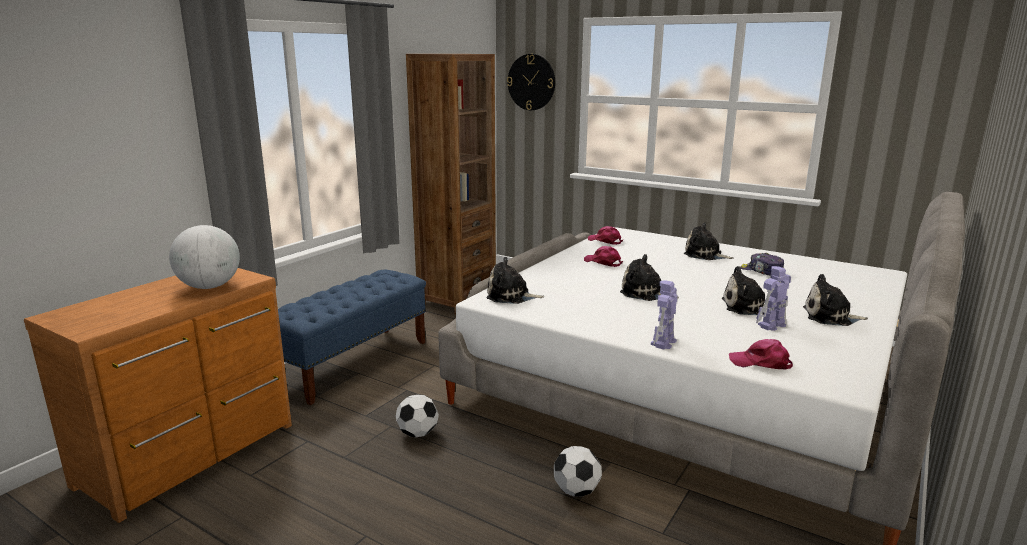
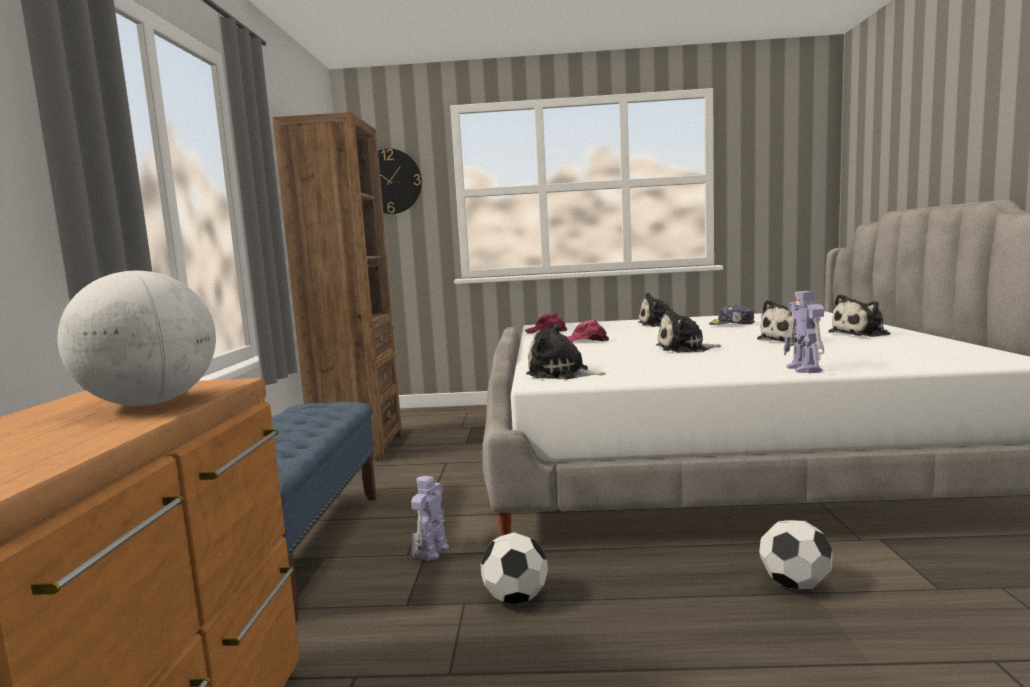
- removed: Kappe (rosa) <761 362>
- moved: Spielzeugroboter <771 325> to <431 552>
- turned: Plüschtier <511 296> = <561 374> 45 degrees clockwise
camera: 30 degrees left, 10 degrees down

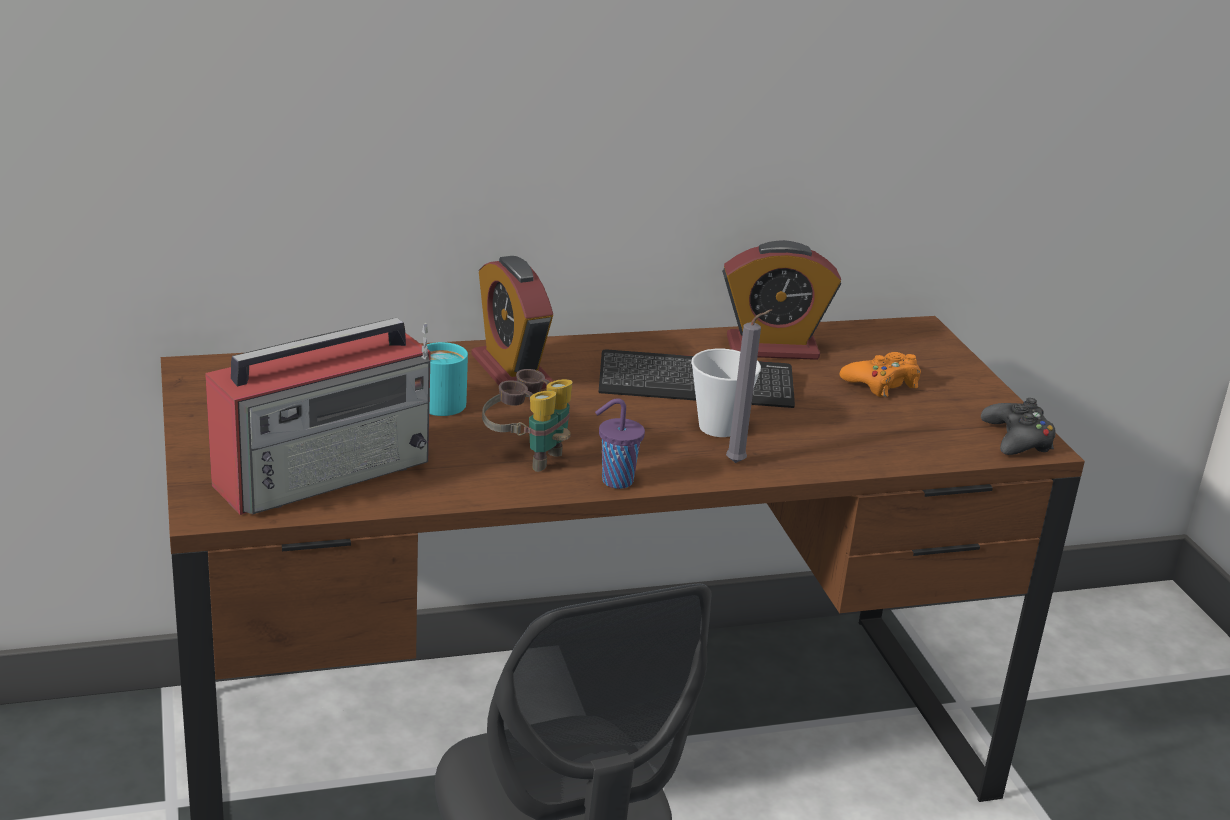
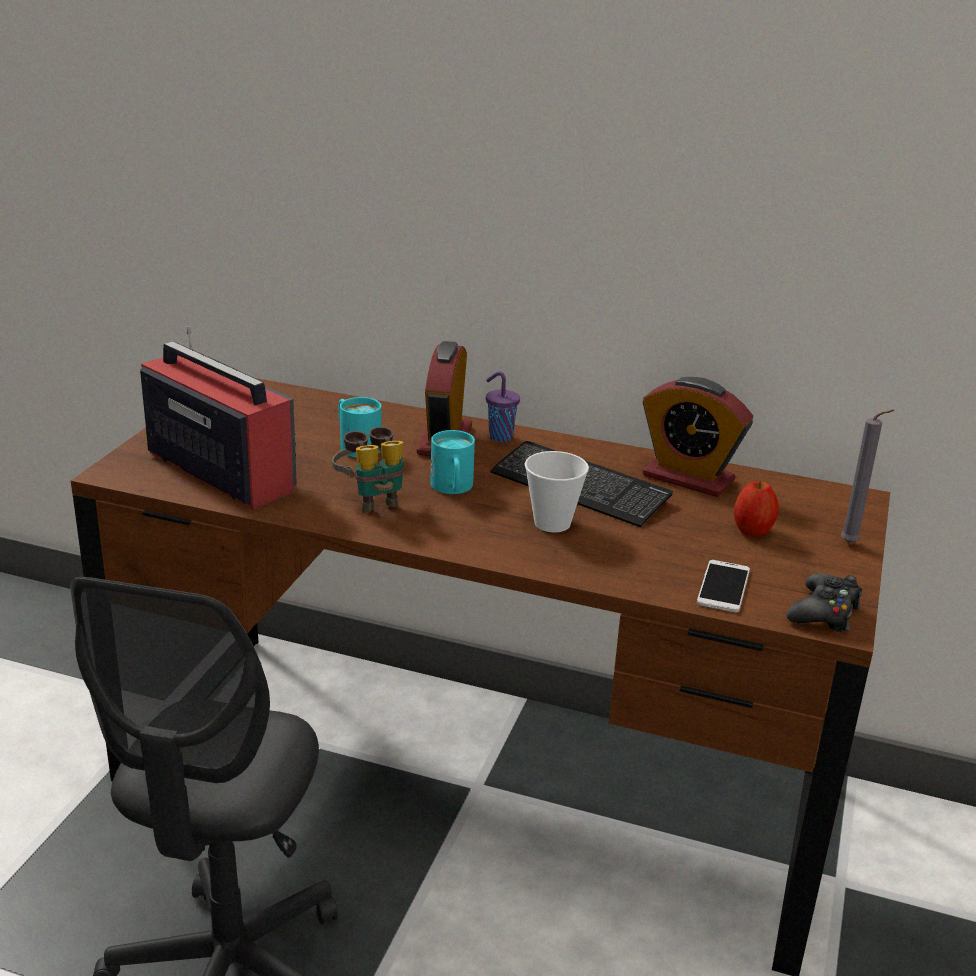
- added: Henkelbecher (türkis) <453 489>
- added: Handy <723 587>
- moved: Tasse (lila) <615 481> to <499 437>
- moved: Kerze (grau) <739 463> to <852 544>
- replaced: Gamepad (orange) <882 383> to Apfel <753 531>
- turned: Radio <327 472> = <219 470> 135 degrees counterclockwise
camera: 35 degrees right, 0 degrees up

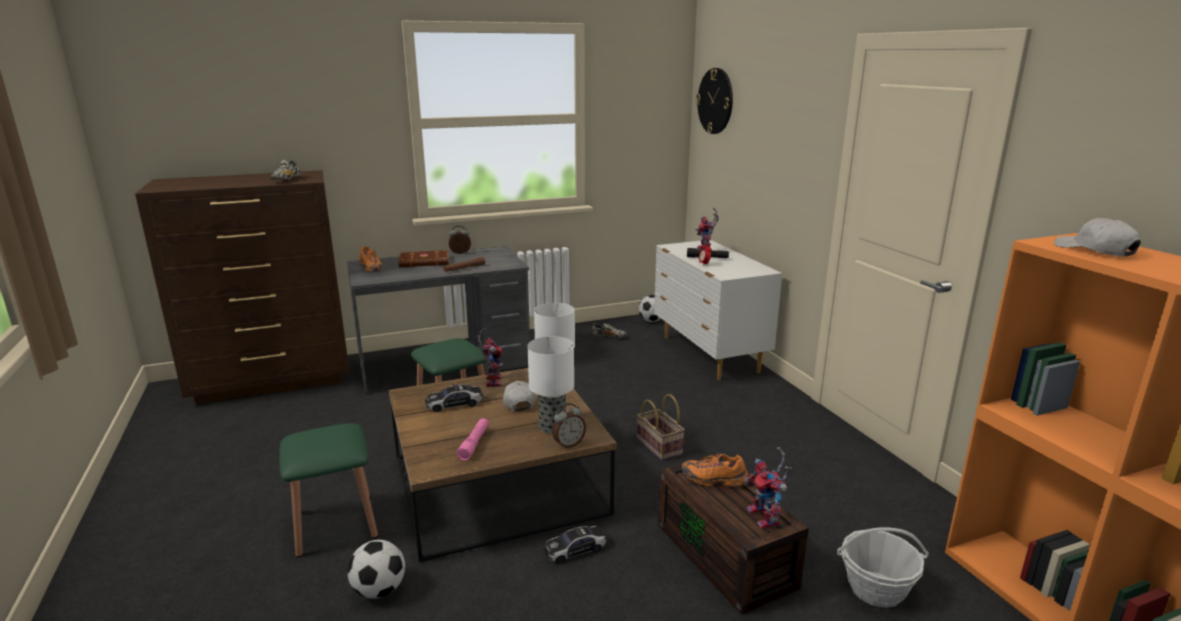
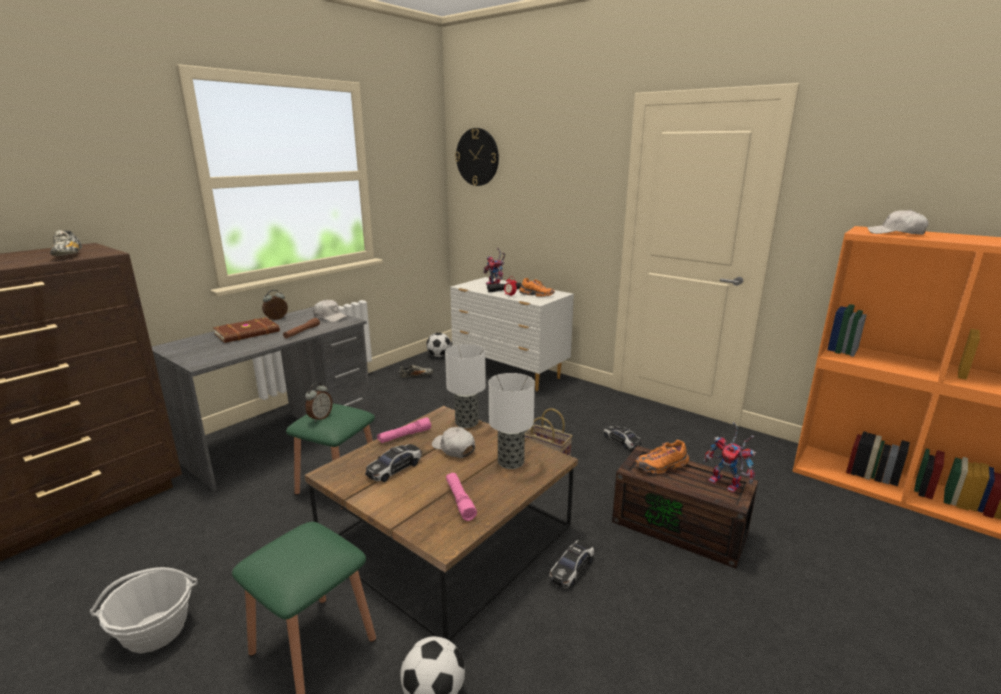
- added: Kappe (weiß) <330 317>
- added: Spielzeugauto <621 441>
- moved: Schuh (orange) <371 269> to <536 295>
- moved: Wecker <568 444> to <320 417>
- moved: Korb <875 589> to <155 631>
- replaced: Spielzeugroboter <491 381> to Taschenlampe (rosa) <404 436>
camera: 30 degrees left, 0 degrees up

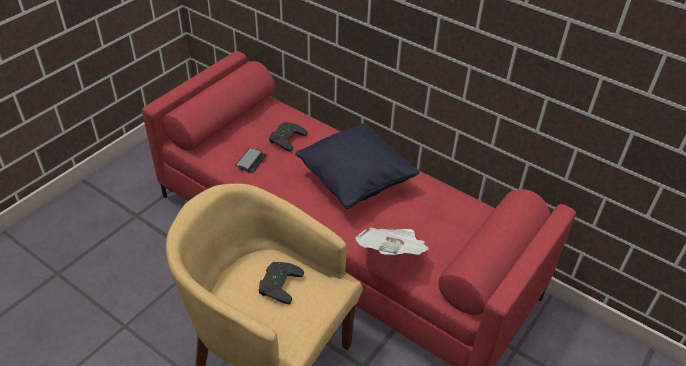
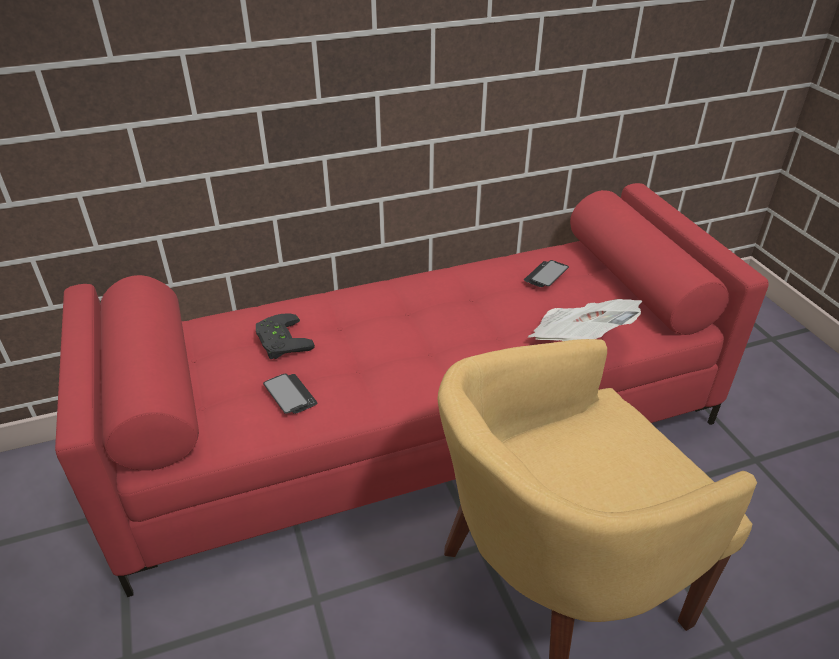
- removed: Gamepad (schwarz) <277 283>
- removed: Kissen (schwarz) <355 182>
- added: Handy <546 275>
camera: 55 degrees left, 5 degrees down

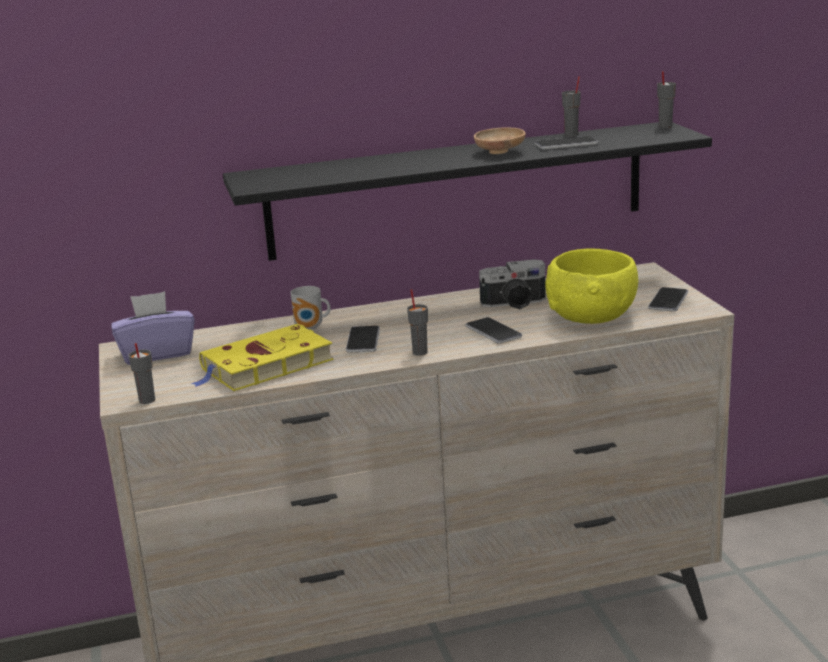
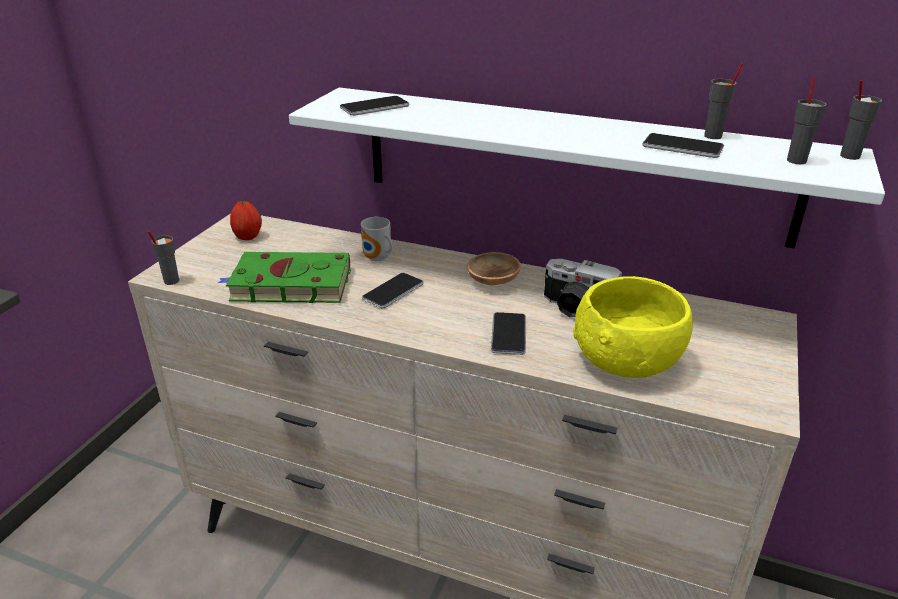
- moved: Tasse (grau) <420 352> to <797 160>
- moved: Schüssel (braun) <500 152> to <493 281>
- moved: Handy <668 300> to <374 107>
- replaced: Taschentuchbox (lila) <157 353> to Apfel <248 237>
- recoloured: Buch (gelb) <264 366> to Buch (grün) <288 284>
- recoloured: Wandregal (schwarz) <457 190> to Wandregal (weiß) <570 164>
camera: 35 degrees right, 10 degrees up

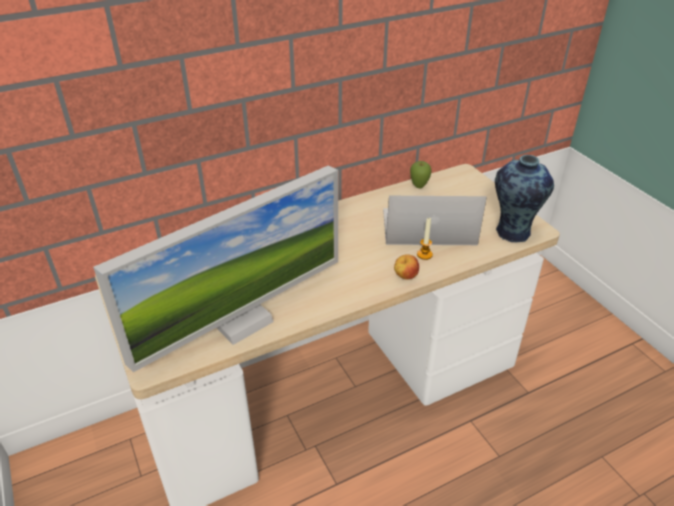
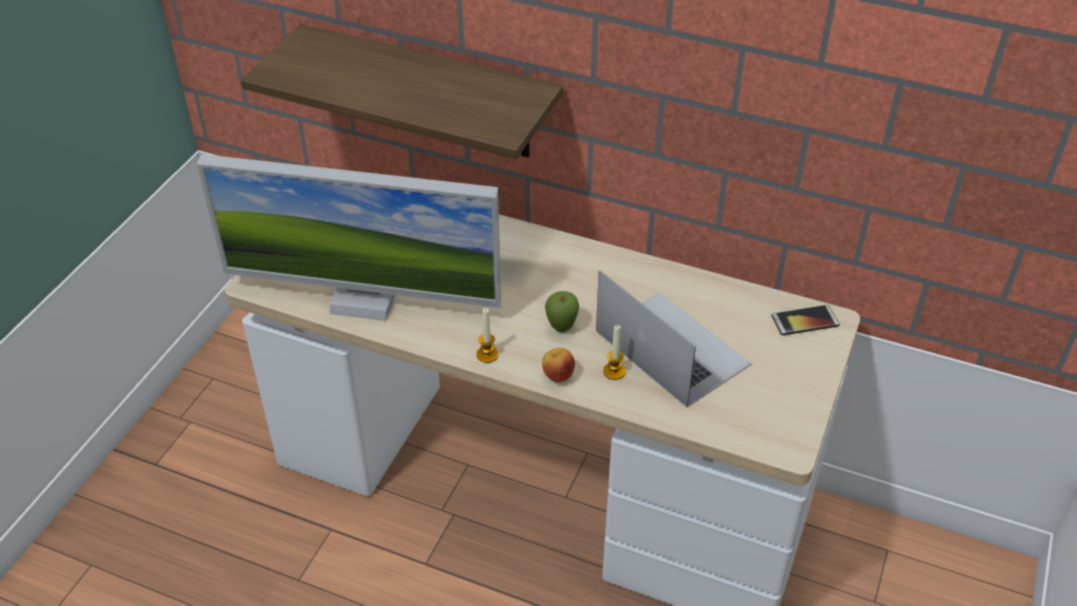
- removed: Vase <512 233>
- added: Wandregal <430 93>
- added: Kerze <487 355>
- added: Handy <805 321>
- moved: Apfel <419 186> to <561 328>
camera: 50 degrees right, 5 degrees up

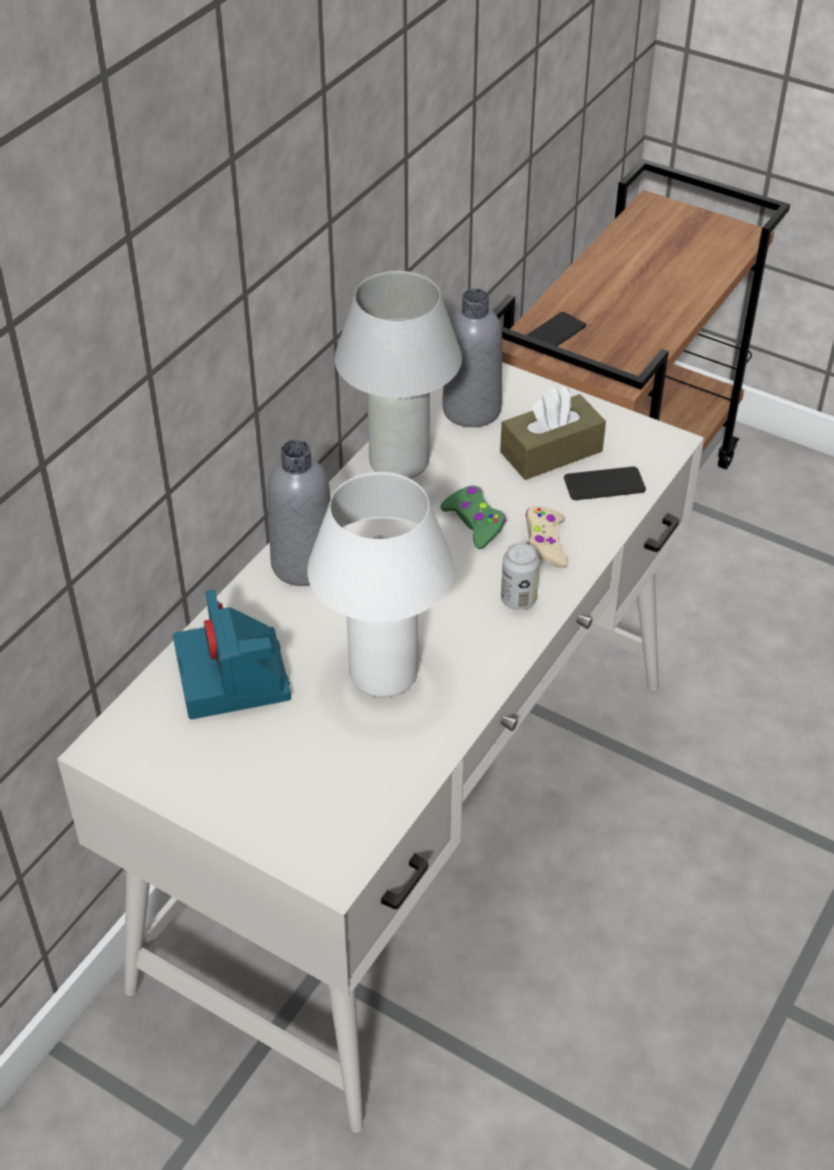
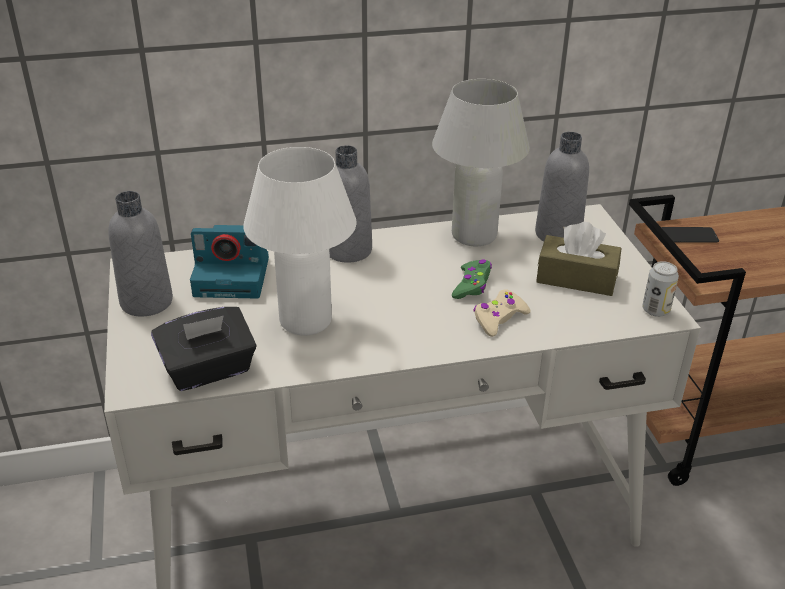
- removed: Handy <604 485>
- added: Flasche (grau) <146 302>
- added: Taschentuchbox (schwarz) <208 370>
- moved: Dose <518 600> to <655 310>
- turned: Kamera <234 678> = <234 276> 120 degrees counterclockwise
camera: 45 degrees right, 10 degrees down

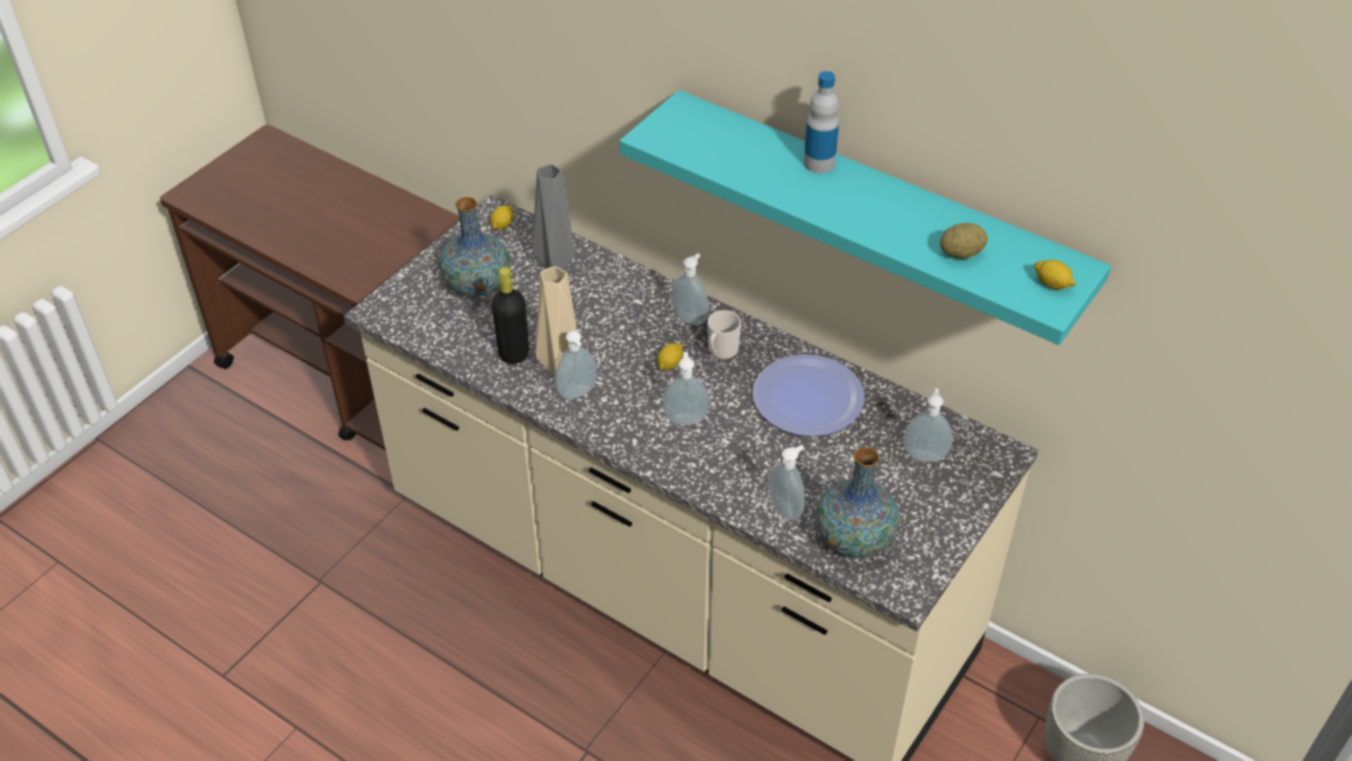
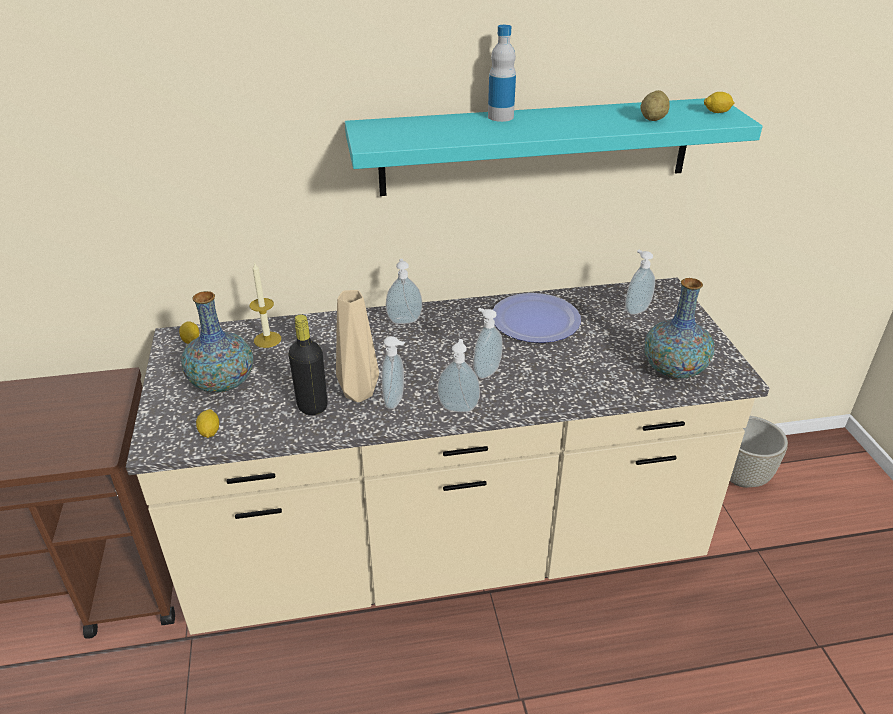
- removed: Henkelbecher <721 351>
- moved: Zitrone <670 364> to <209 431>
- moved: Seifenspender <787 508> to <458 407>
- replaced: Vase (grau) <557 263> to Kerze <267 339>
camera: 45 degrees left, 10 degrees down

